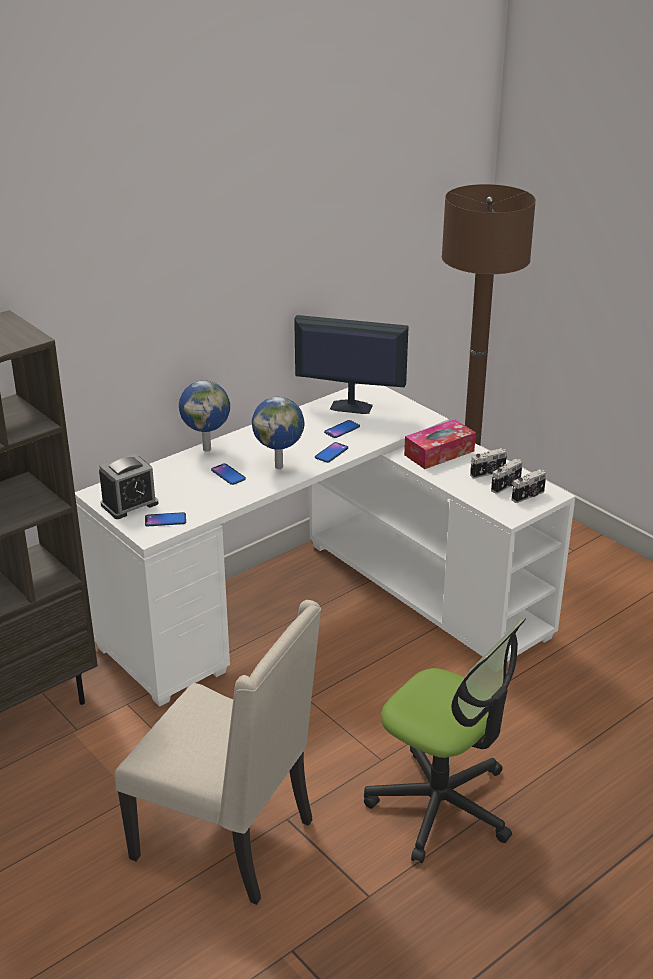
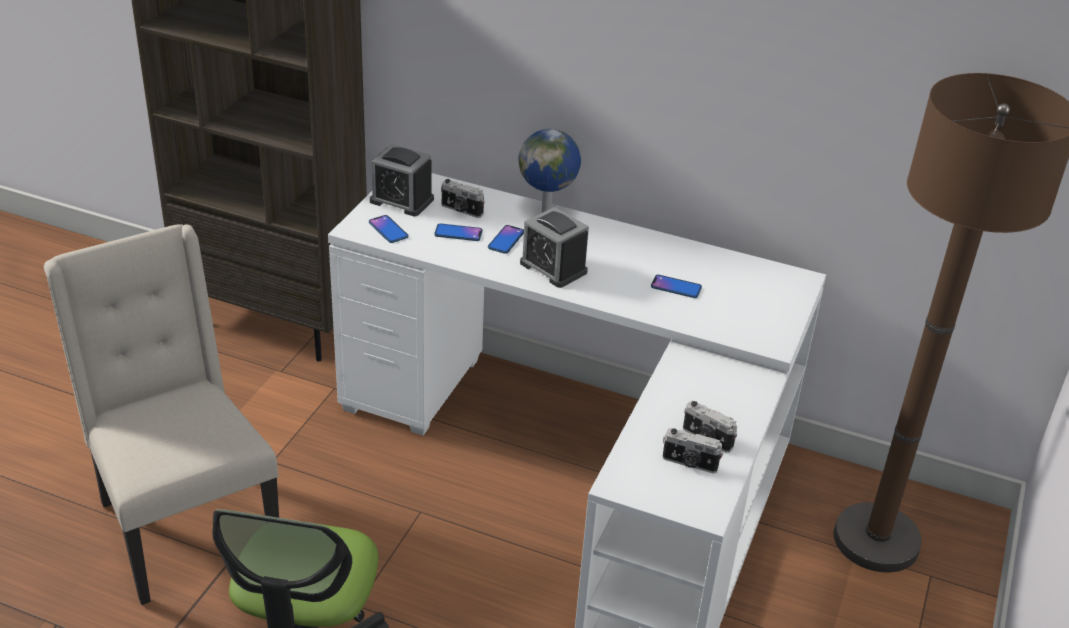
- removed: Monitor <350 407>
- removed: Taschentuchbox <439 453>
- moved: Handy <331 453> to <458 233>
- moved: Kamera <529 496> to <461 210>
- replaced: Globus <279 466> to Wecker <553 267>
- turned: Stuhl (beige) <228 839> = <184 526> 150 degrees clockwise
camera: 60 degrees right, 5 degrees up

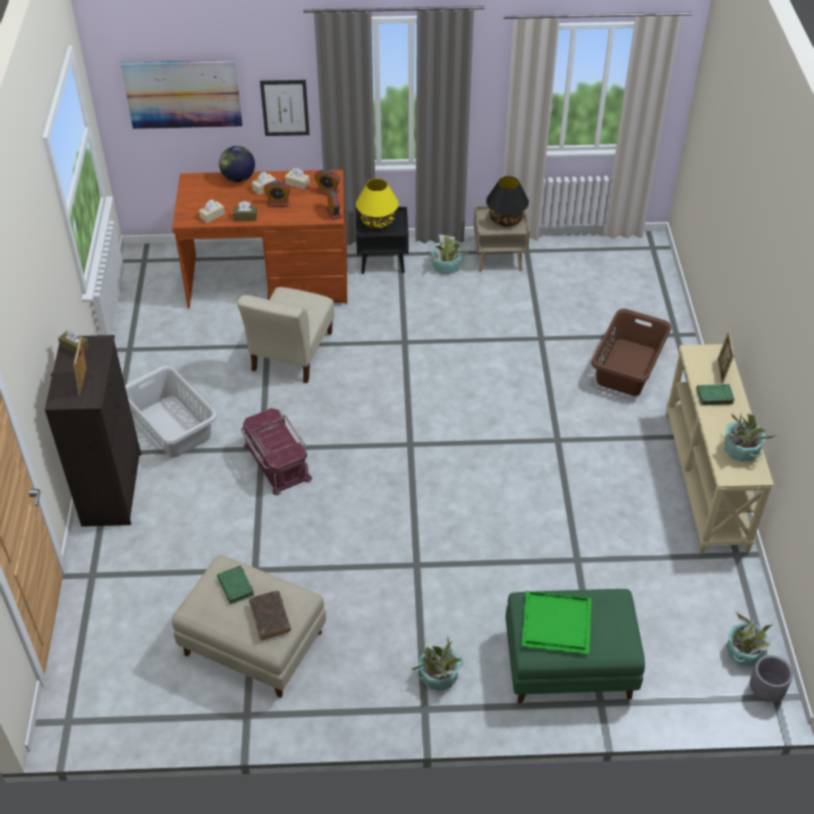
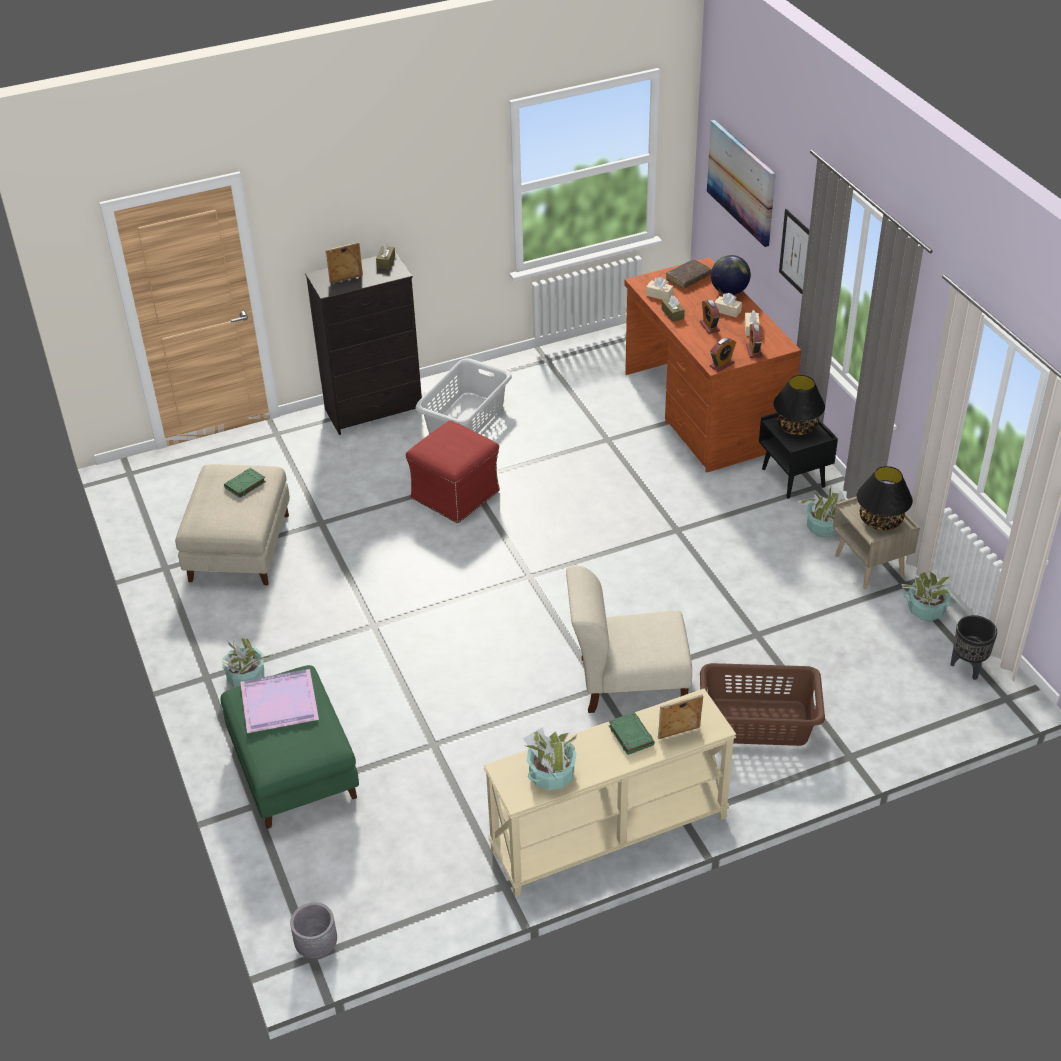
- added: Pflanzkübel (schwarz) <967 667>
- moved: Stuhl (beige) <291 354> to <627 682>
- moved: Buch (braun) <270 618> to <688 278>
- moved: Topfpflanze <744 652> to <926 610>
- replaced: Aufbewahrungsbox (rot) <276 462> to Polsterhocker (rot) <456 494>
- recoloured: Tischlampe (gelb) <377 222> to Tischlampe (schwarz) <797 427>
- recoloured: Tablett (grün) <555 624> to Tablett (lila) <278 702>
camera: 70 degrees right, 5 degrees down

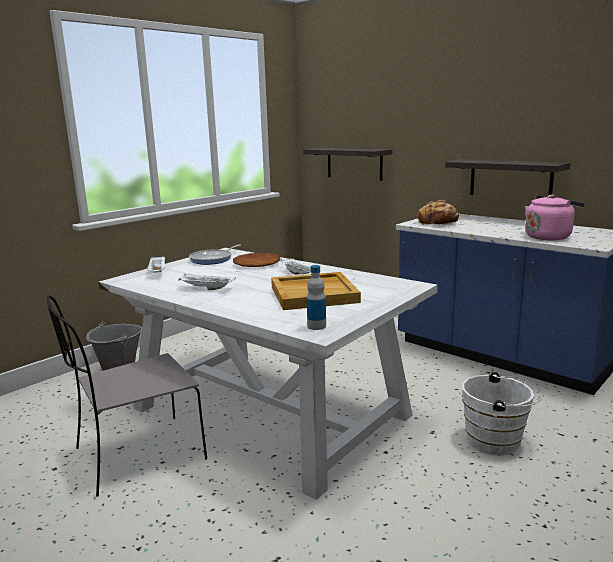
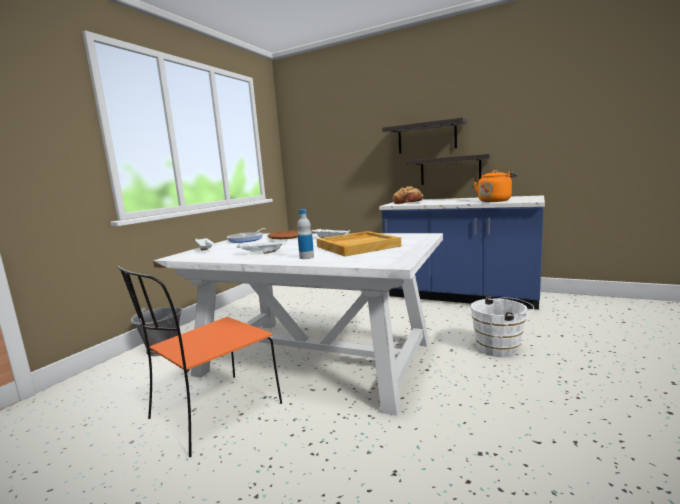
- moved: Wandregal <354 163> to <426 137>
- moved: Flasche <316 326> to <306 257>
- recoloured: Stuhl (grau) <136 455> to Stuhl (orange) <213 413>
- recoloured: Wasserkessel (rosa) <549 237> to Wasserkessel (orange) <495 201>
camera: 15 degrees left, 5 degrees down

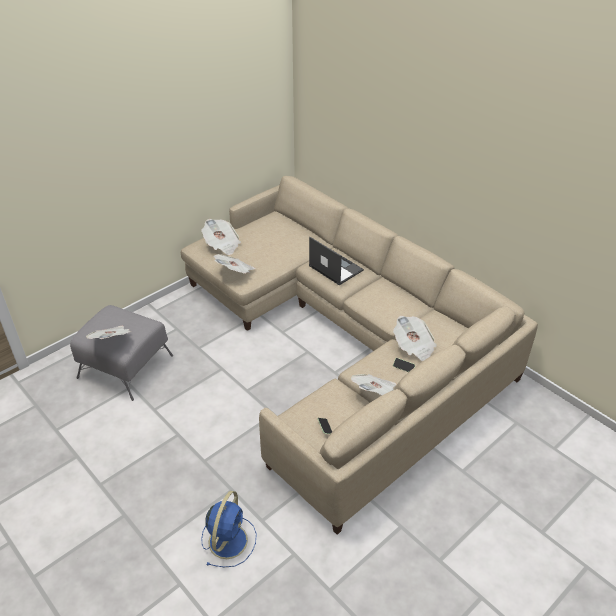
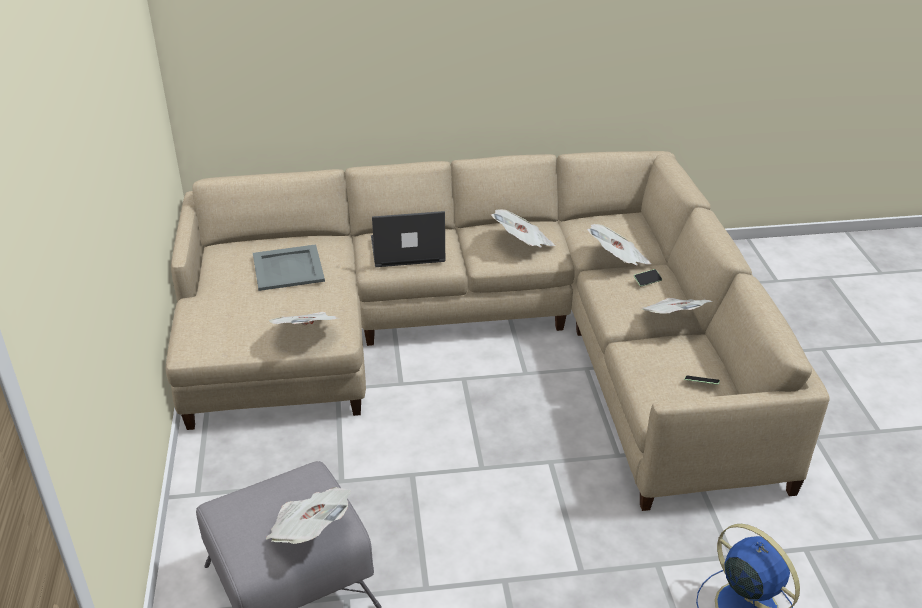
- added: Tablett (grau) <289 268>
- moved: Zeitung <222 245> to <523 243>
camera: 55 degrees left, 5 degrees down

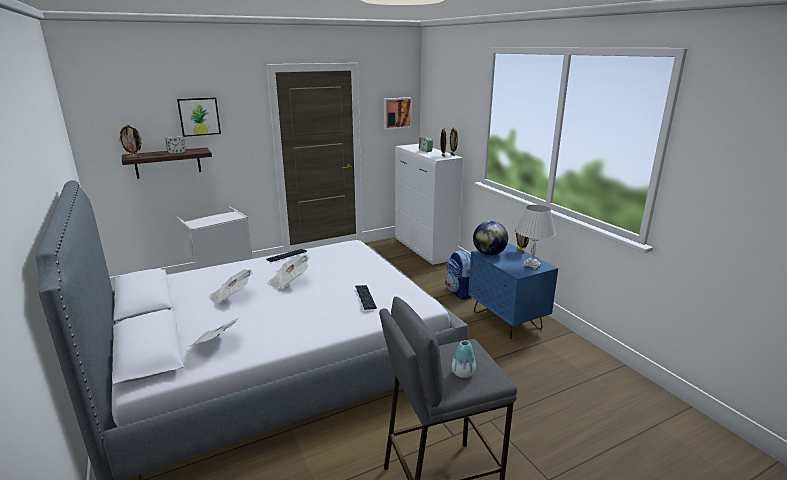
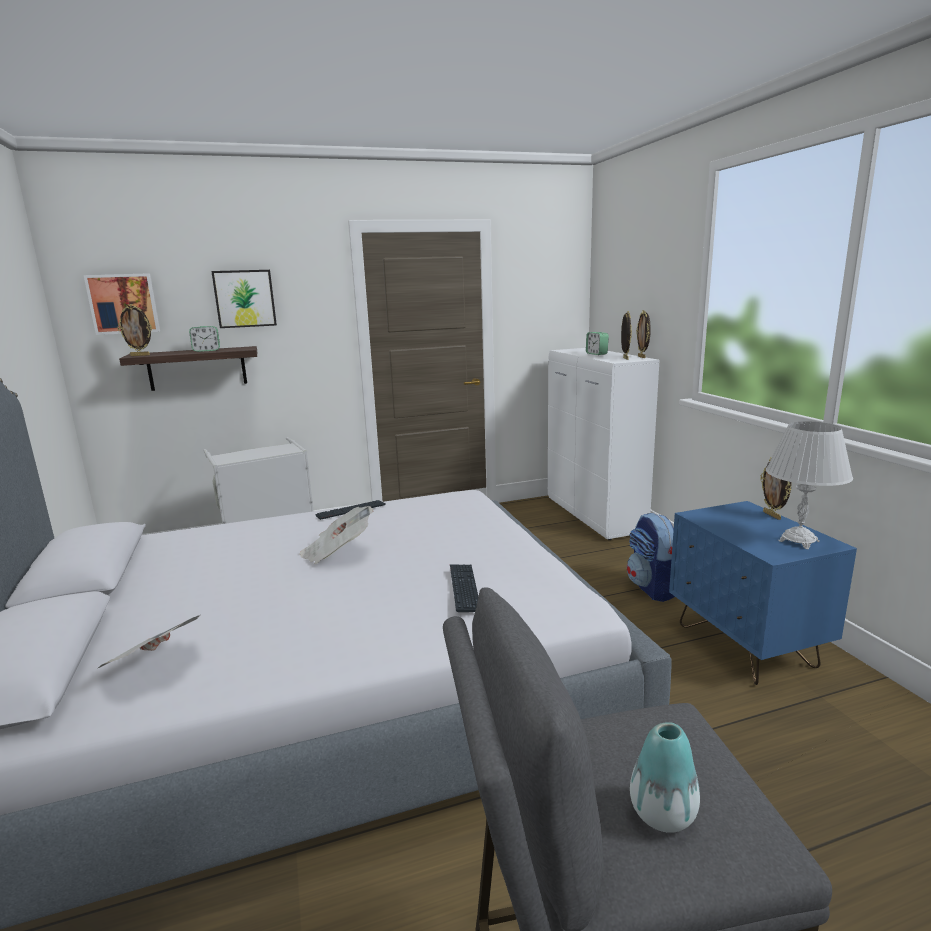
- removed: Zeitung <231 296>
- removed: Globus <489 254>
- moved: Bild <397 113> to <123 304>
camera: 10 degrees right, 5 degrees down

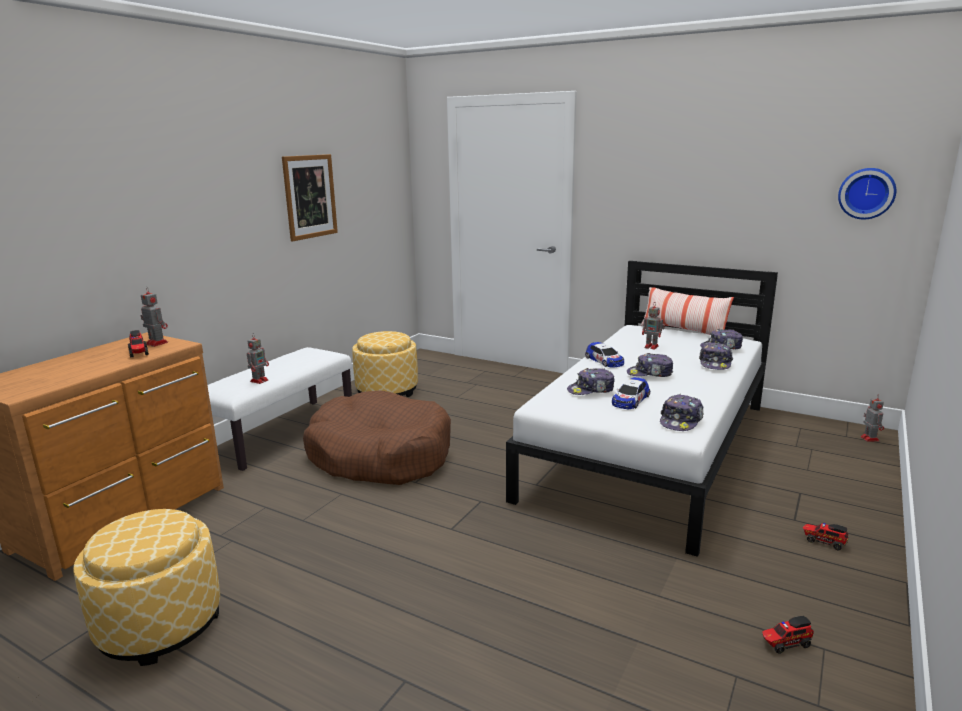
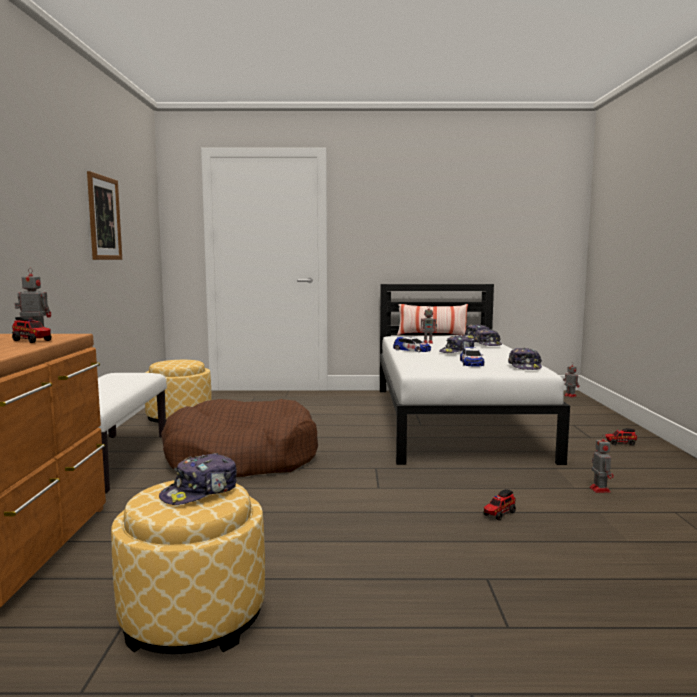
- removed: Wanduhr <866 193>
- moved: Spielzeugroboter <260 380> to <599 489>
- moved: Kappe <591 390> to <200 492>
- moved: Spielzeuglaster <785 643> to <499 514>
camera: 30 degrees left, 10 degrees down

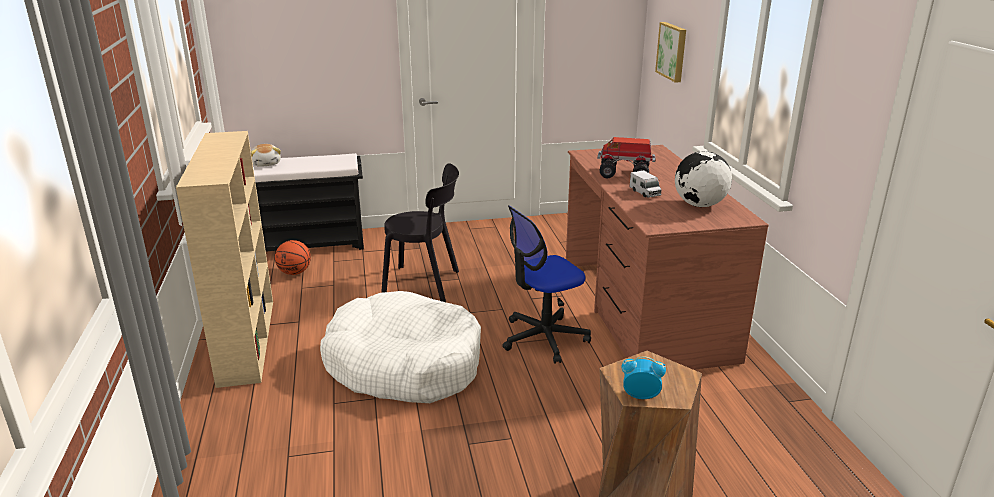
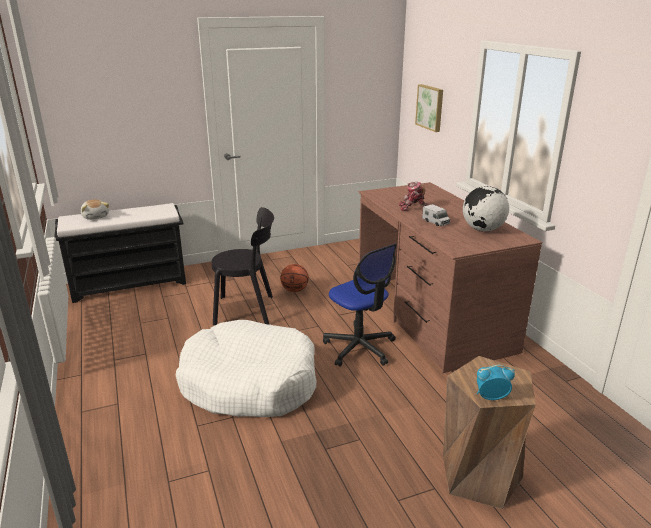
- removed: Bücherregal (beige) <246 340>
- moved: Basketball <295 272> to <294 290>
- replaced: Spielzeuglaster <625 174> to Spielzeugroboter <413 207>
- turned: Bürostuhl <544 338> = <359 348> 90 degrees counterclockwise
camera: 10 degrees left, 0 degrees up

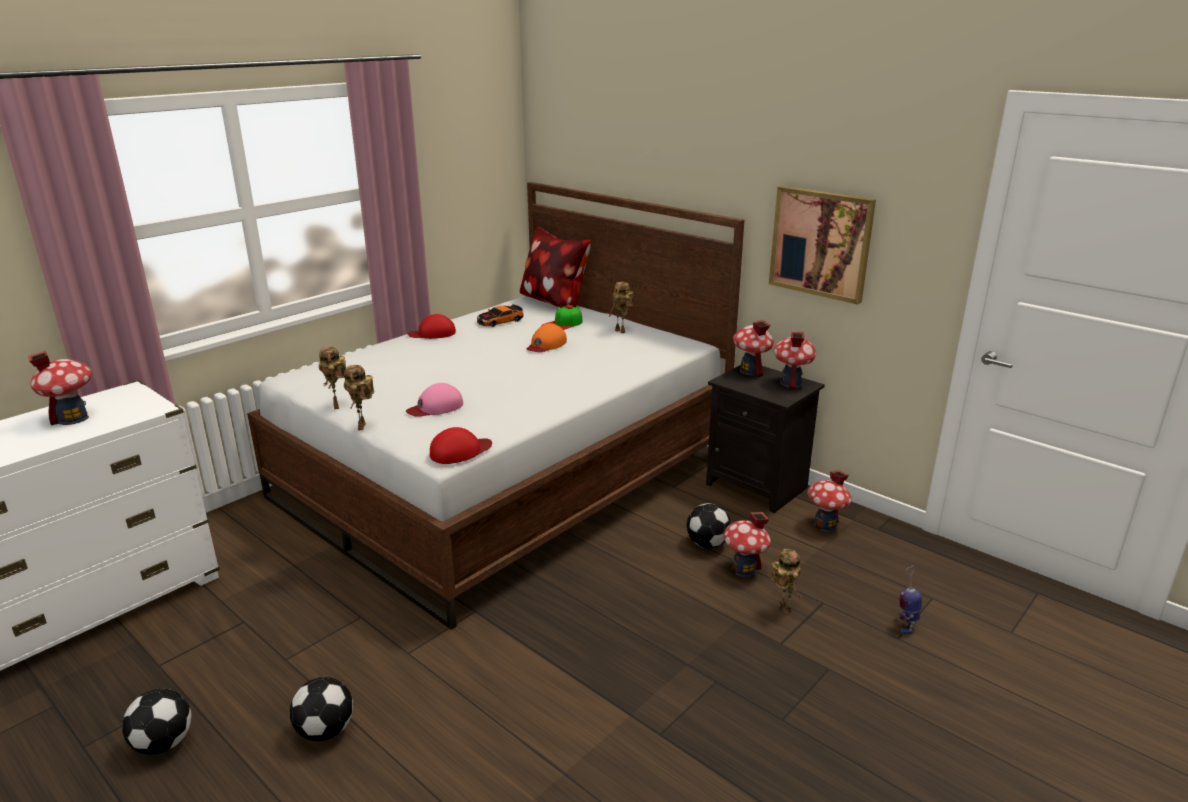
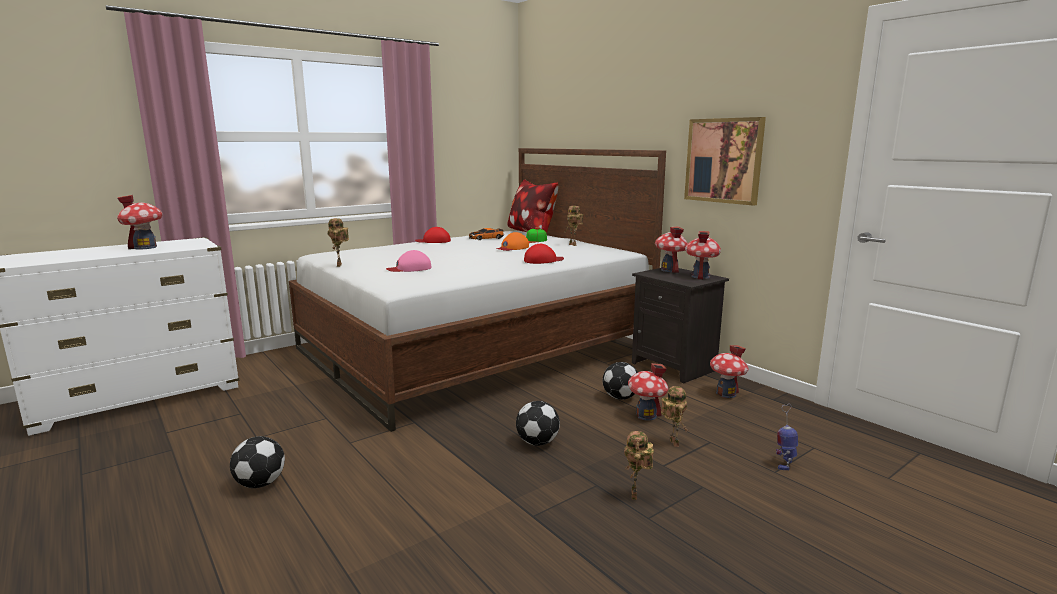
- moved: Fußball <163 743> to <537 442>
- moved: Spielzeugroboter <363 427> to <636 496>
- moved: Kappe (rot) <460 451> to <543 260>
camera: 10 degrees right, 10 degrees down

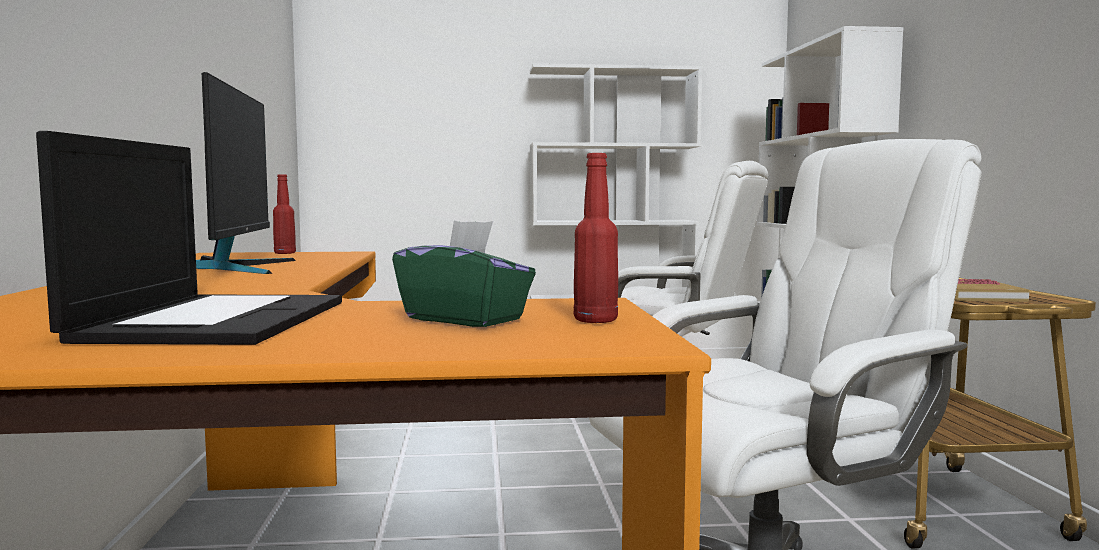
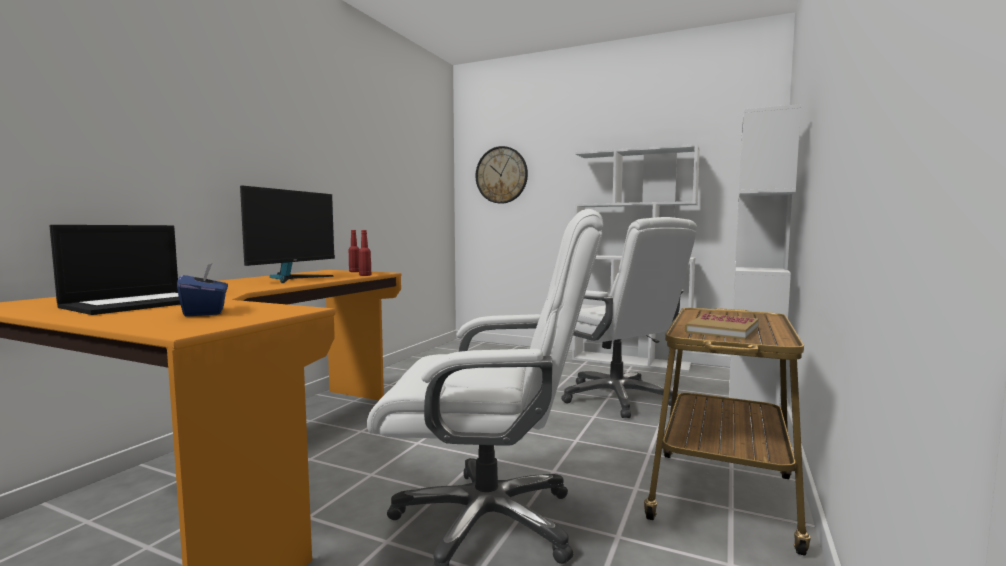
- added: Wanduhr <501 175>
- moved: Flasche (rot) <596 320> to <365 275>
- recoloured: Taschentuchbox (grün) <465 319> to Taschentuchbox (blau) <205 312>
camera: 30 degrees right, 0 degrees up

